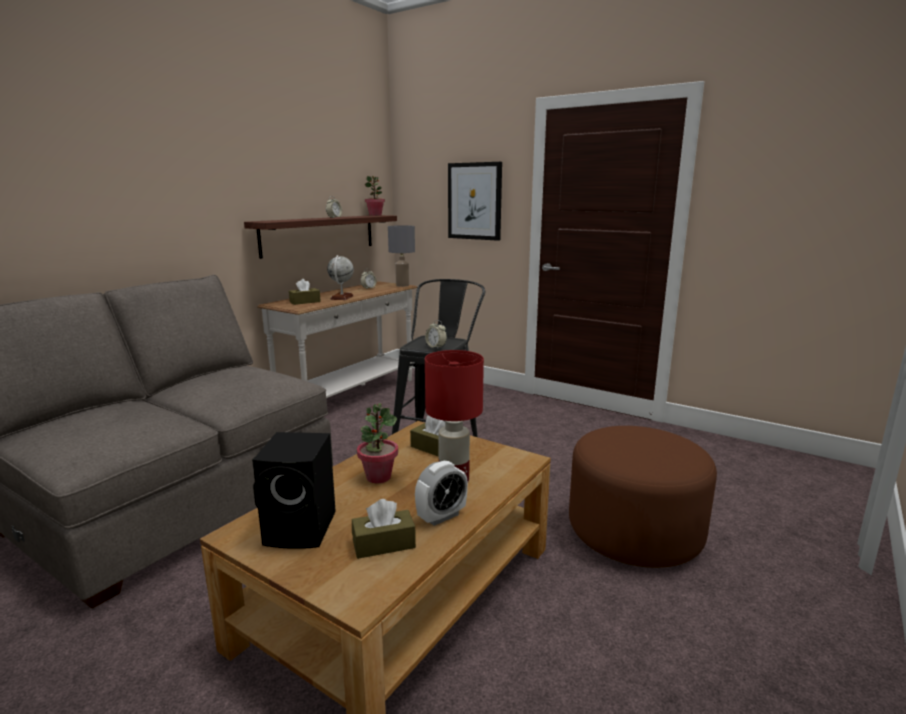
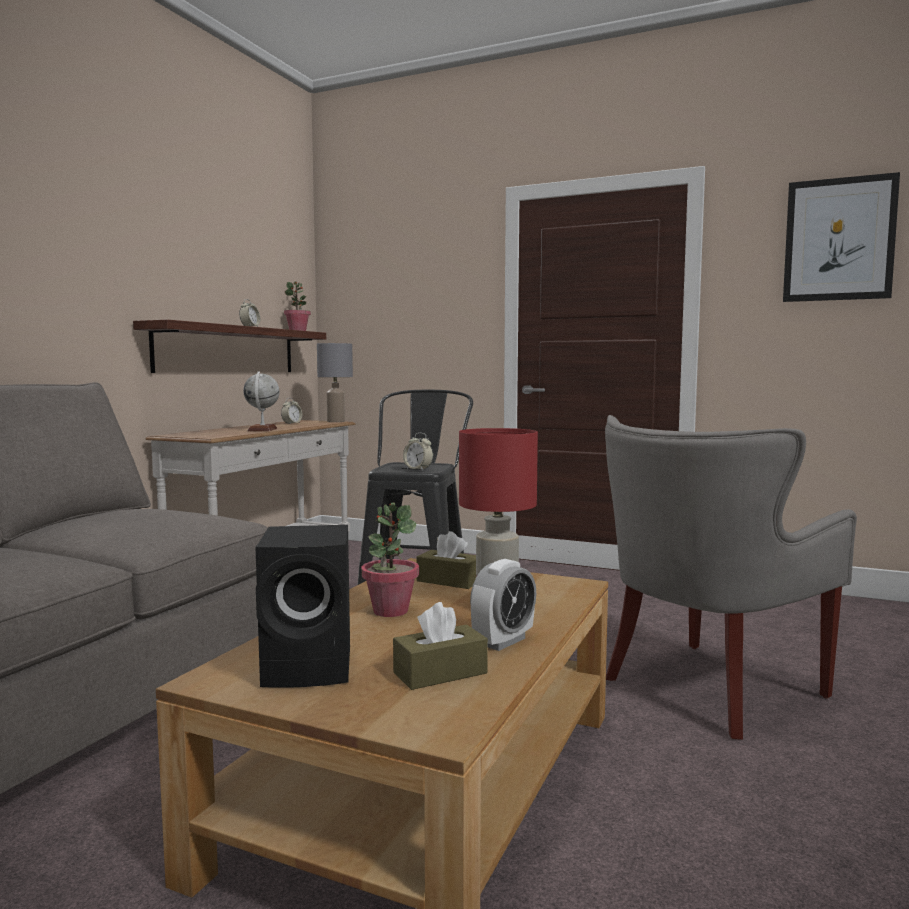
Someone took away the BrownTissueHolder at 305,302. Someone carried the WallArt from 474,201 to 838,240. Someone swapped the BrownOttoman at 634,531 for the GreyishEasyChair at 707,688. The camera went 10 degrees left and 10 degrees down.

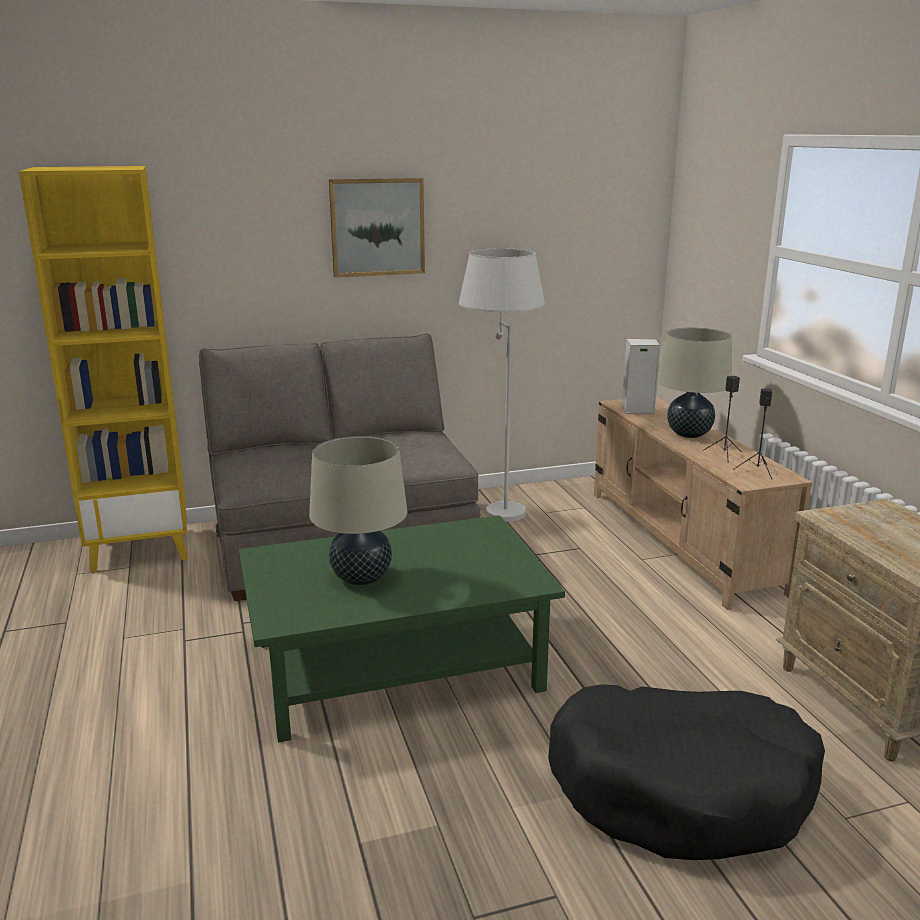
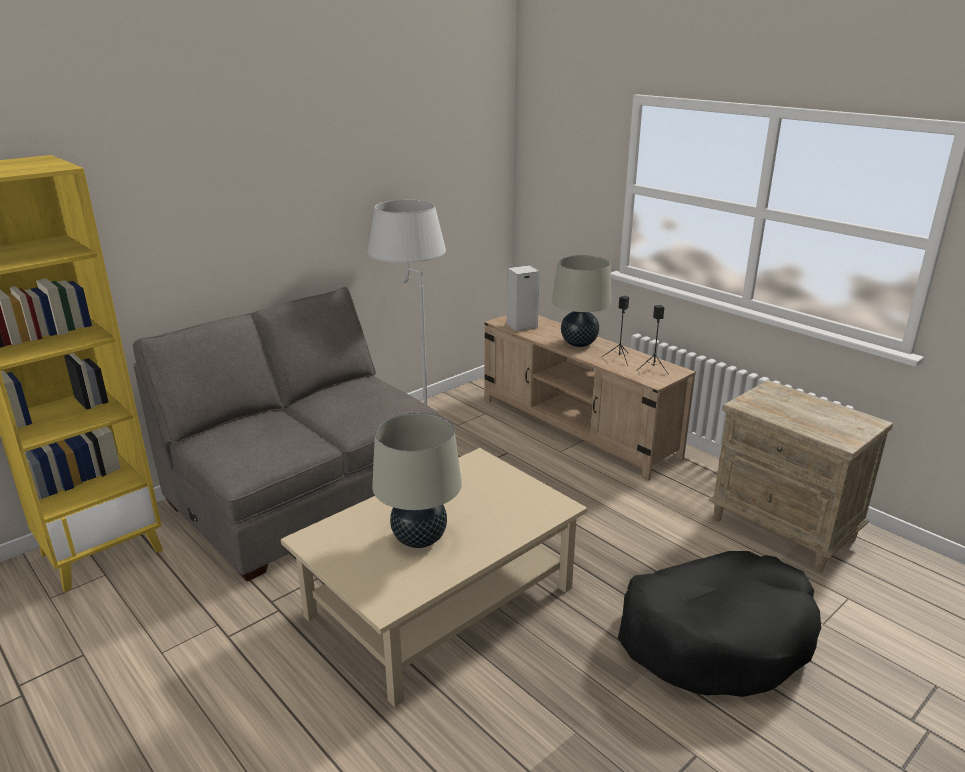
Someone repainted the GreenColouredLoungeTable at 396,664, which became the SandColouredLoungeTable at 440,601. Someone took away the WallArt at 377,227. The camera went 25 degrees left and 5 degrees up.

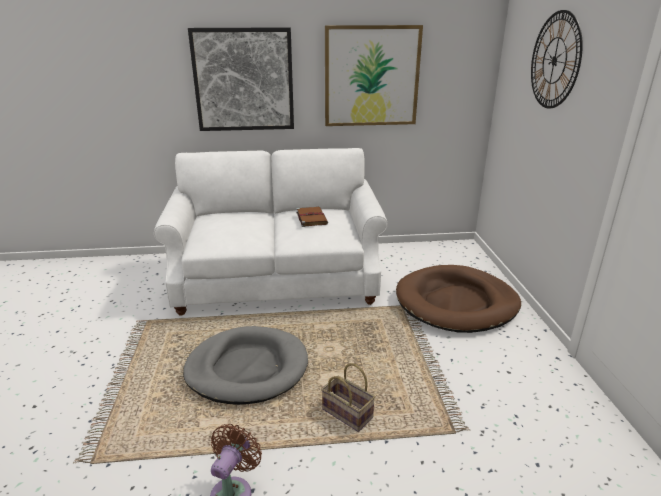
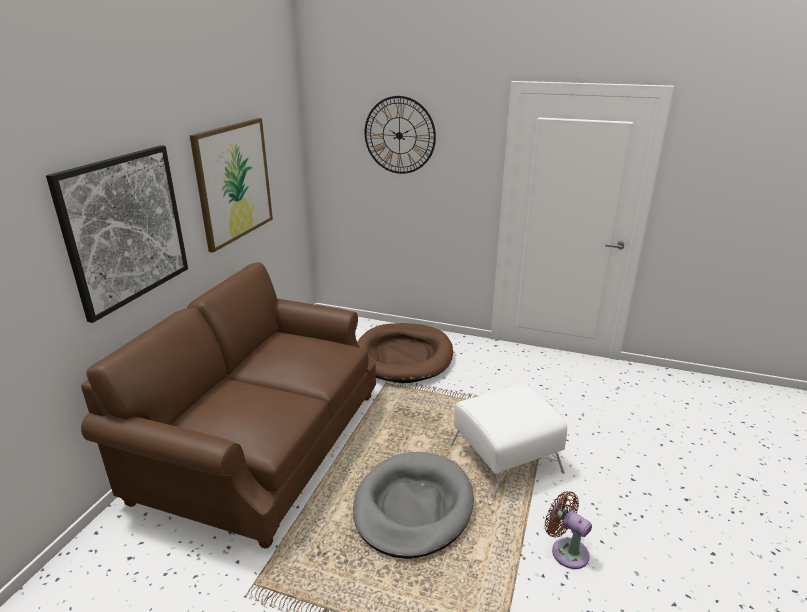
Someone repainted the WhitishCouch at 277,277, which became the BrownCouch at 263,443. Someone took away the BrownBook at 311,218. Someone swapped the HouseholdBasket at 349,413 for the WhitishOttoman at 506,459. The camera went 65 degrees left and 0 degrees up.

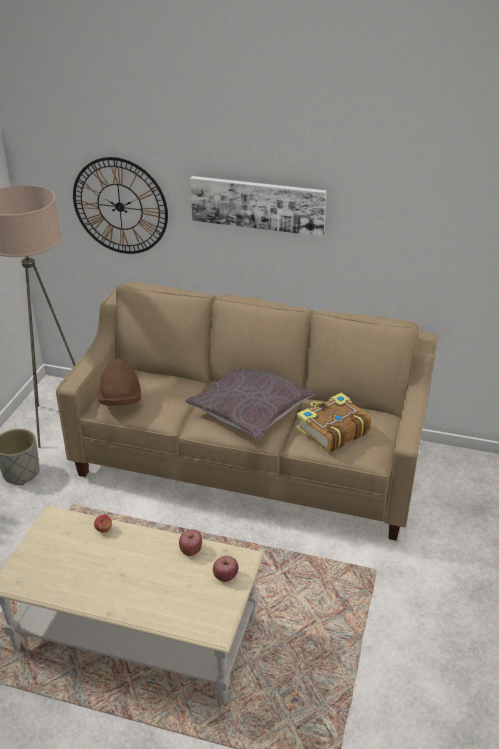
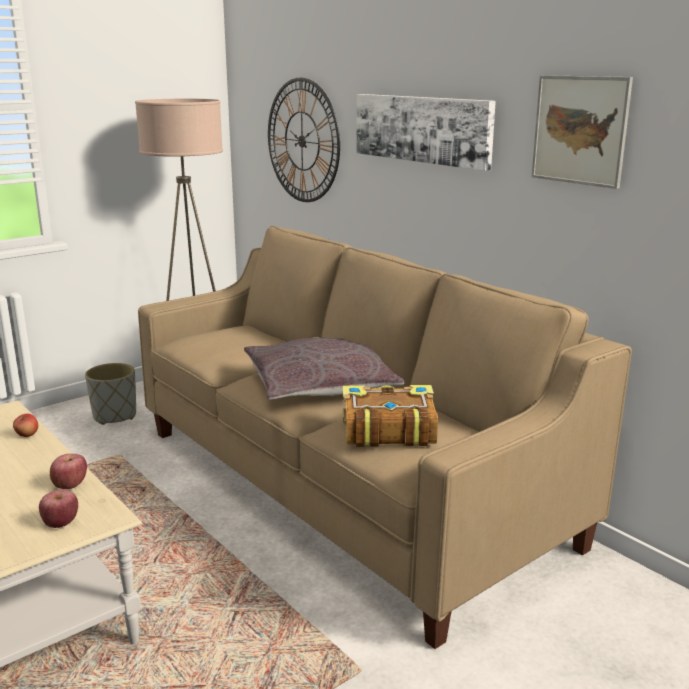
Someone took away the BrownClothingHat at 121,401. Someone put up the WallArt at 580,130. The camera went 35 degrees right and 15 degrees down.

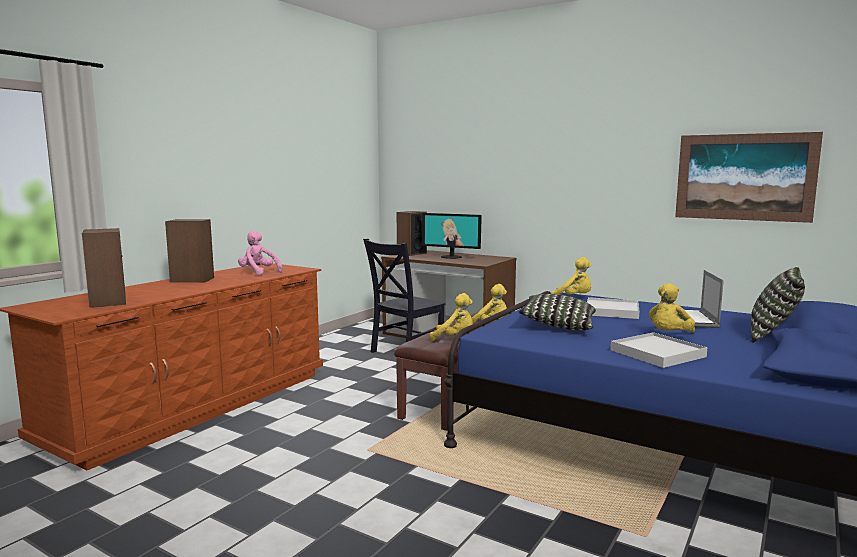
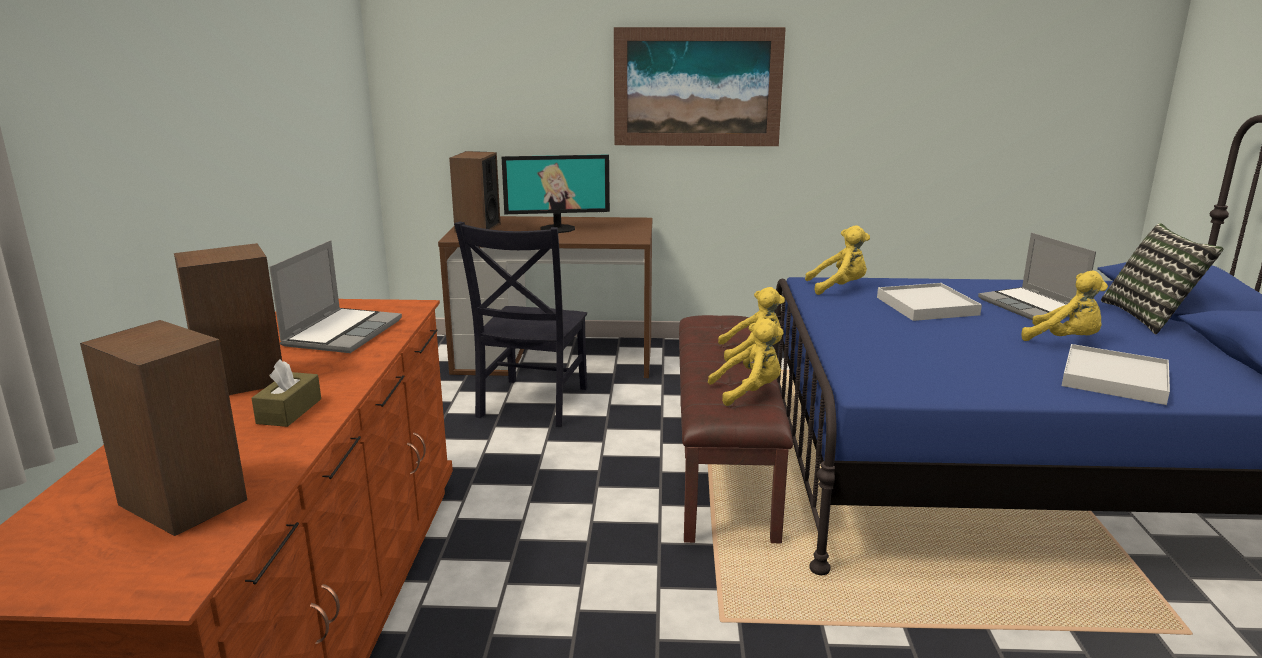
Someone swapped the PinkCuddlyToy at 258,272 for the NotebookComputer at 342,332. Someone took away the Pillow at 558,326. Someone rotated the YellowColouredCuddlyToy at 669,335 by 60 degrees counterclockwise. Someone carried the WallArt from 744,177 to 697,87. Someone put down the BrownTissueHolder at 289,411. The camera went 30 degrees left and 10 degrees up.

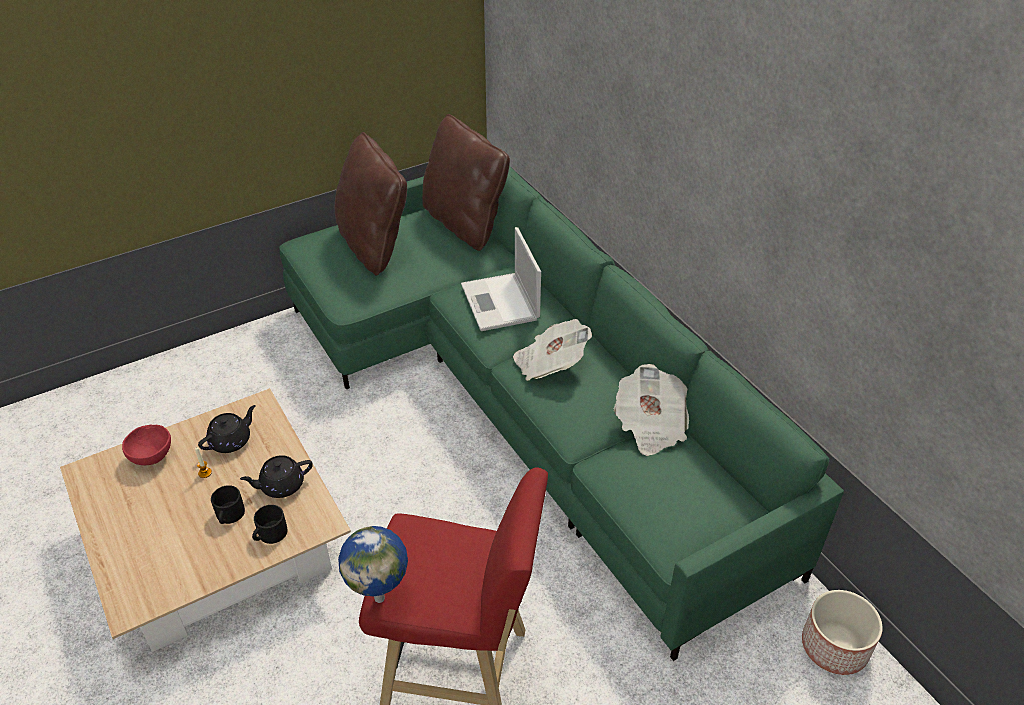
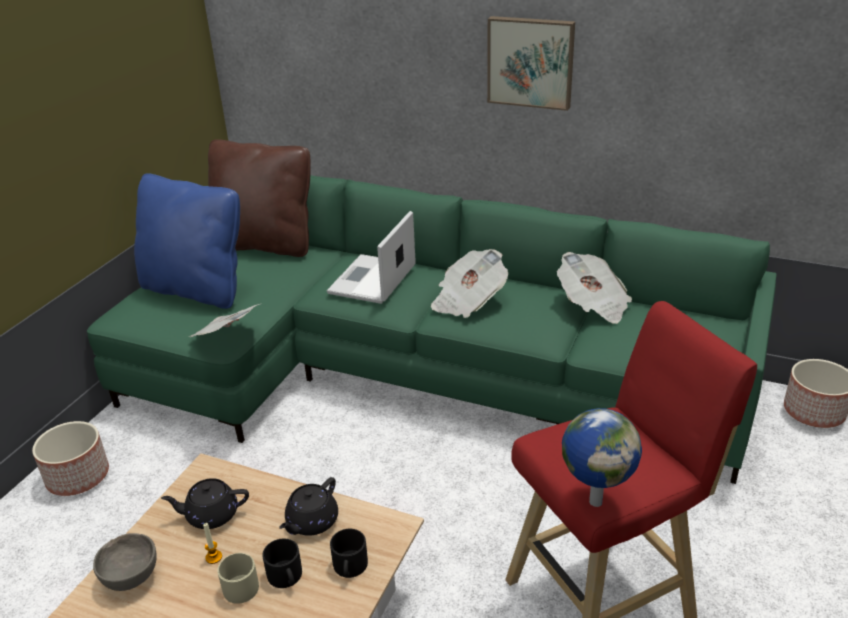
Someone repainted the RedColouredServingBowl at 153,456, which became the GreyishServingBowl at 132,577. Someone rotated the BlackishTeaPot at 231,441 by 105 degrees counterclockwise. Someone repainted the BrownPillow at 374,245, which became the BluishPillow at 197,289. Someone rotated the NotebookComputer at 500,303 by 75 degrees clockwise. Someone put down the PlantPot at 77,476. Someone put down the DailyPaper at 228,337. Someone put down the SandColouredTeaMug at 239,585. Someone put up the WallArt at 531,62. The camera went 35 degrees left and 10 degrees down.

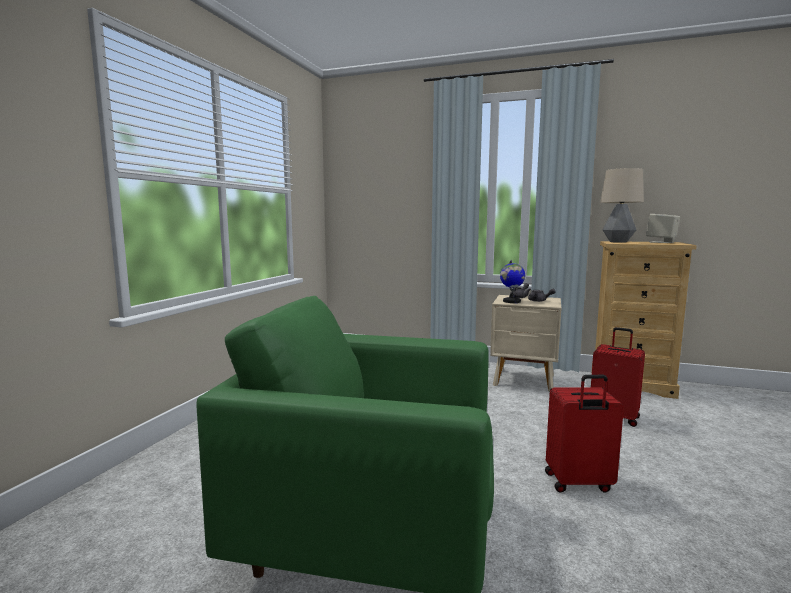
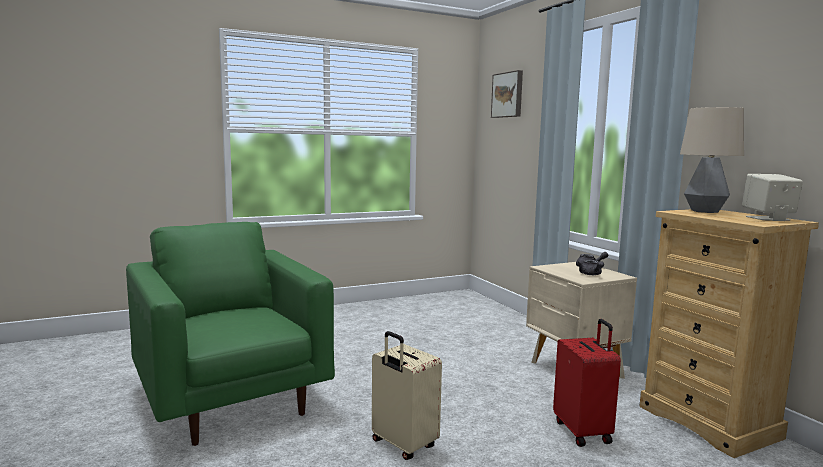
Someone took away the WorldGlobe at 511,301. Someone repainted the RedColouredPieceOfLuggage at 578,483, which became the SandColouredPieceOfLuggage at 403,445. Someone put up the WallArt at 508,95. The camera went 45 degrees right and 0 degrees up.

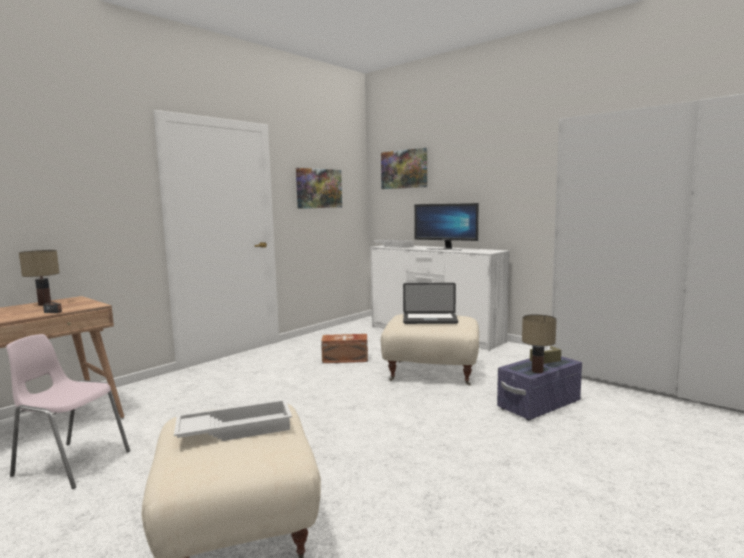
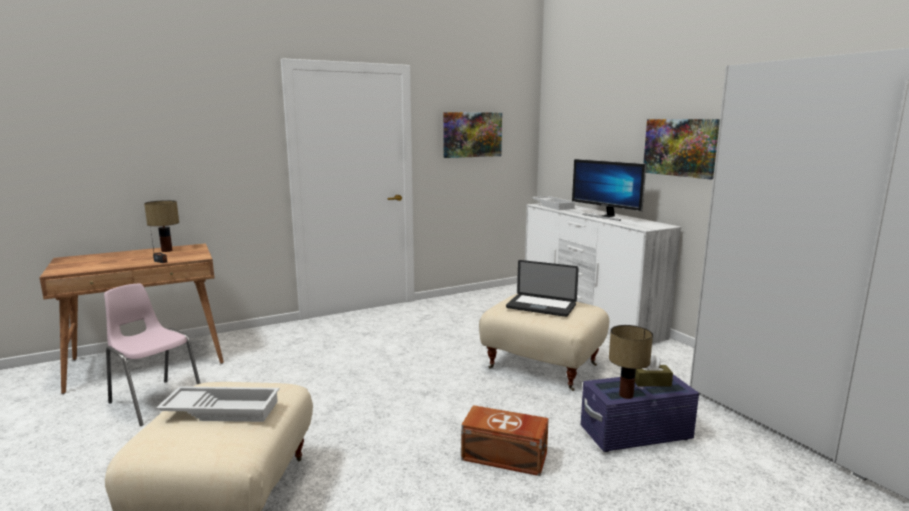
Someone carried the BrownStorageContainer from 346,359 to 505,457. Someone carried the WallArt from 404,169 to 680,147. The camera went 20 degrees right and 5 degrees up.

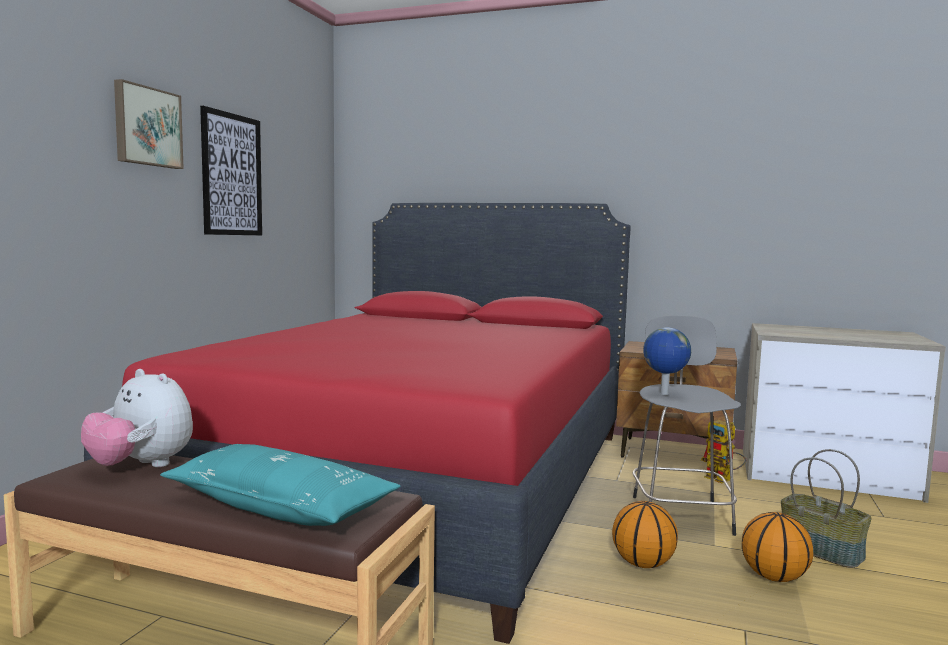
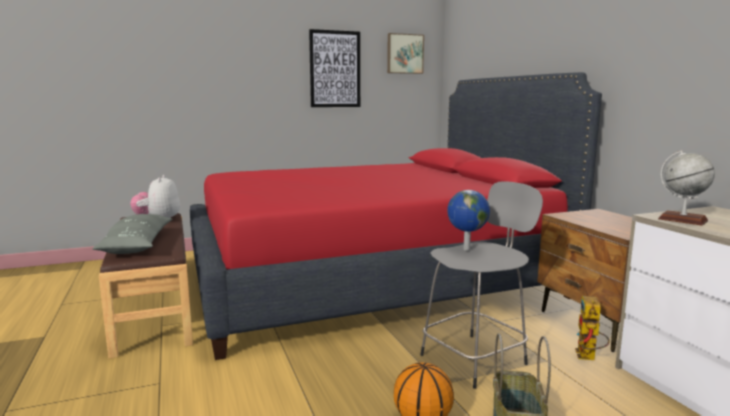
Someone carried the WallArt from 147,127 to 404,54. Someone repainted the TurquoisePillow at 280,506, which became the GreyishPillow at 137,245. Someone took away the BallForBasketball at 642,564. Someone put down the WorldGlobe at 682,220. The camera went 50 degrees right and 5 degrees up.

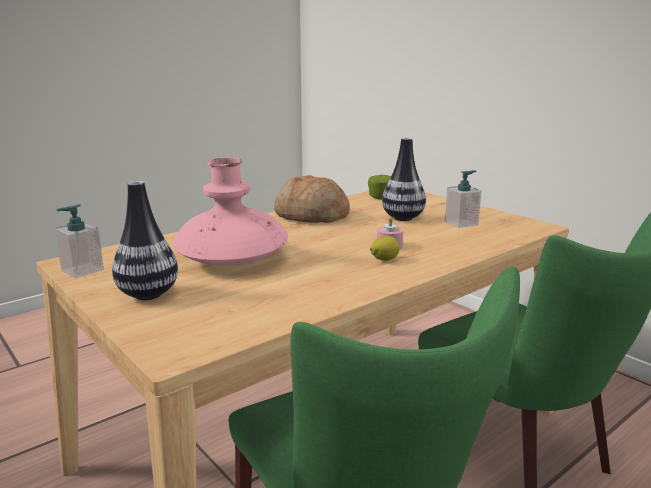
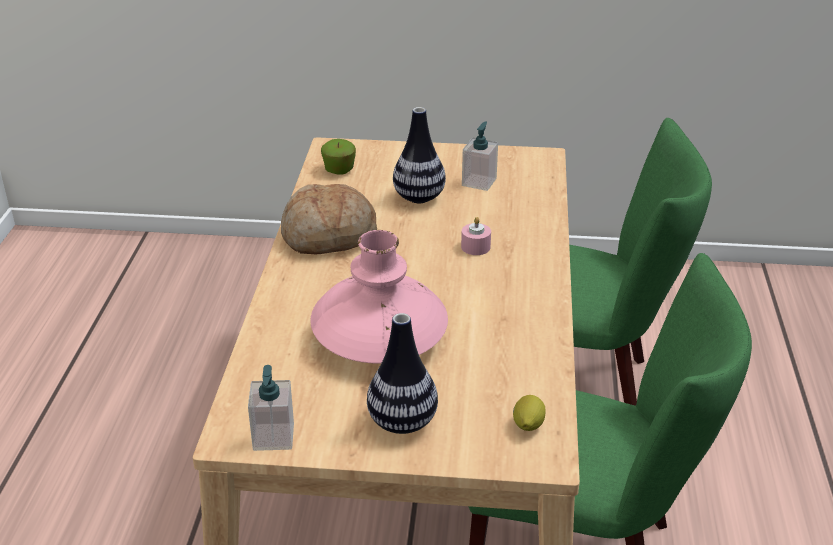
Someone carried the CitrusFruit from 384,260 to 527,425. The camera went 45 degrees left and 15 degrees up.

